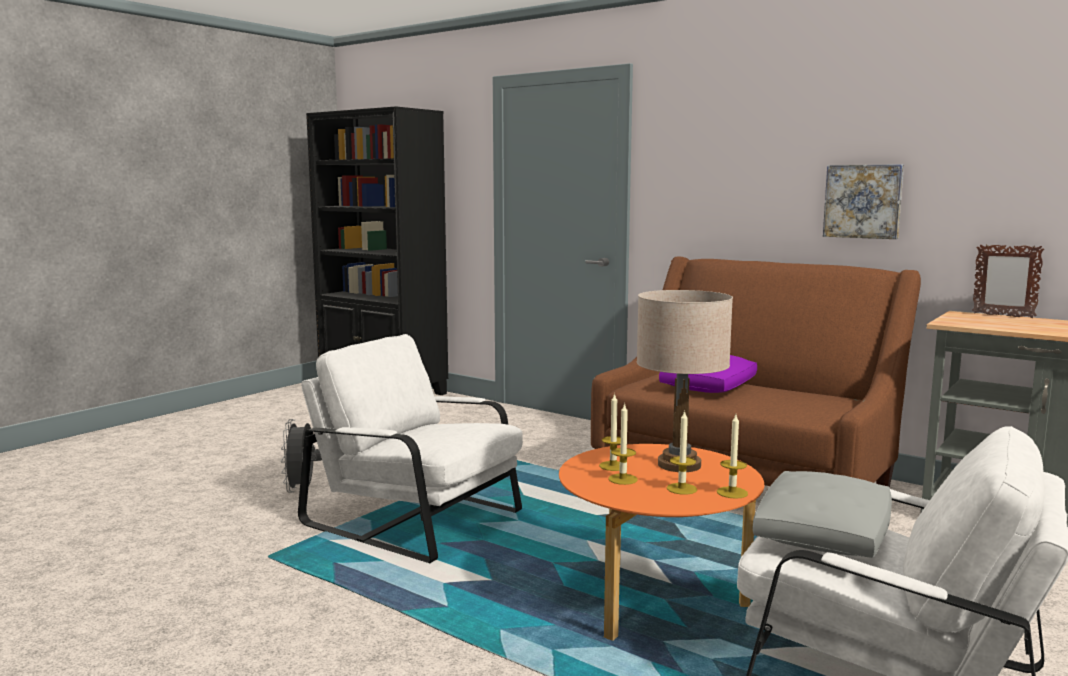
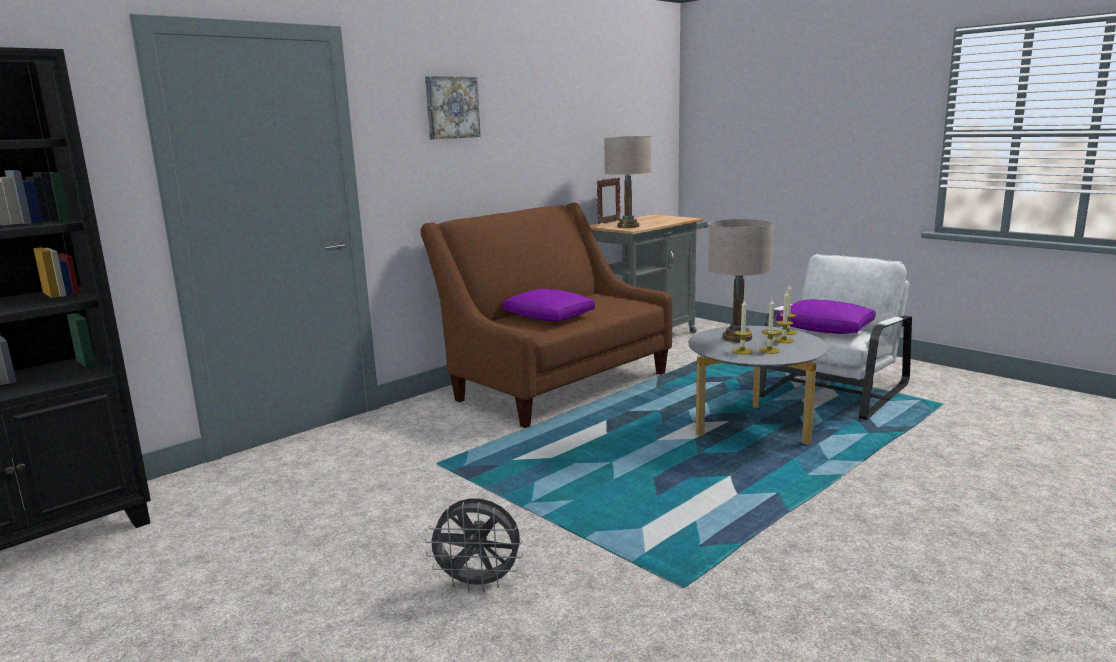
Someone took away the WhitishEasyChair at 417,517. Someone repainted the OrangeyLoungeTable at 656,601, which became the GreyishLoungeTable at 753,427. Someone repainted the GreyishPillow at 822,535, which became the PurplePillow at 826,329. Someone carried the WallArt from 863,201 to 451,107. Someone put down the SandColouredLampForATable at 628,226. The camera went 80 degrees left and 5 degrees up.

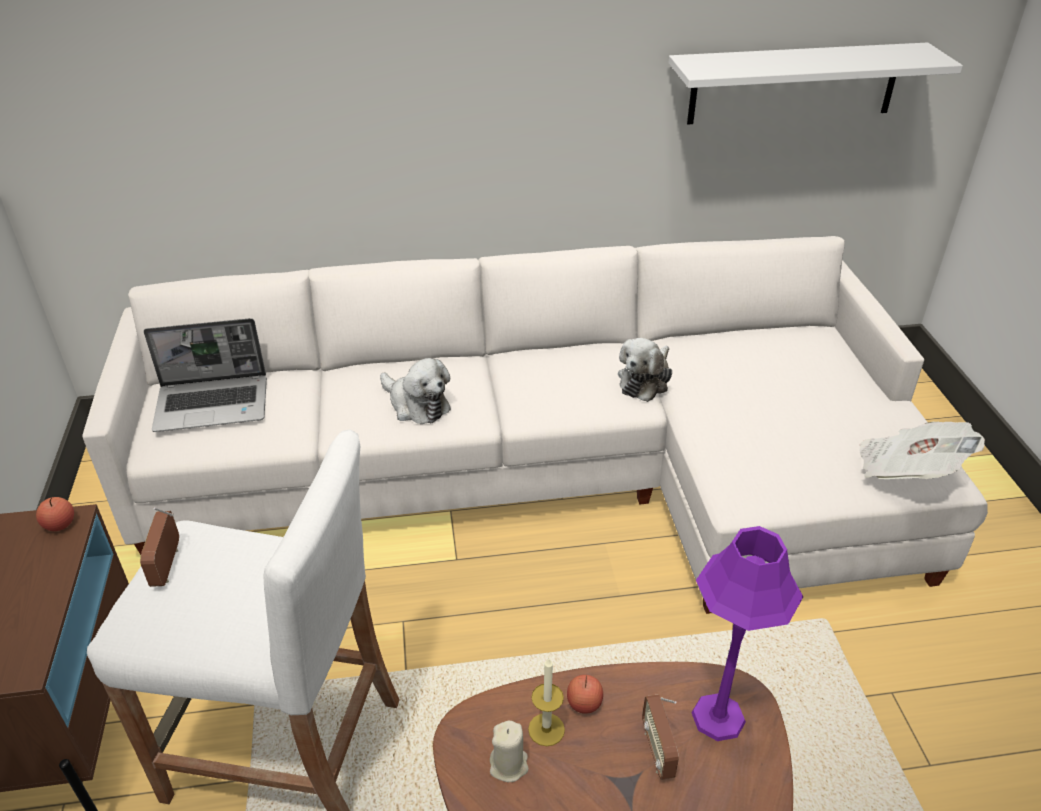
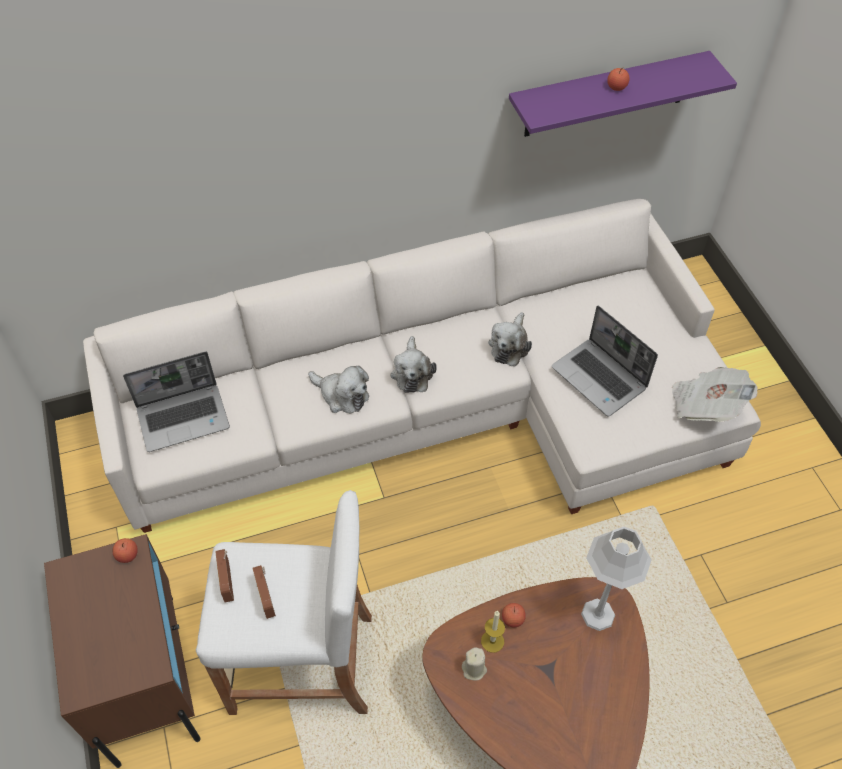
Someone carried the RadioSet from 658,751 to 267,599. Someone repainted the WhitishWallShelf at 794,83, which became the PurpleWallShelf at 607,95. Someone repainted the PurpleLampForATable at 718,717, which became the GreyishLampForATable at 598,614. Someone put down the CuddlyToy at 412,372. Someone put down the NotebookComputer at 600,378. Someone put down the WholeApple at 616,87. The camera went 10 degrees left and 15 degrees up.

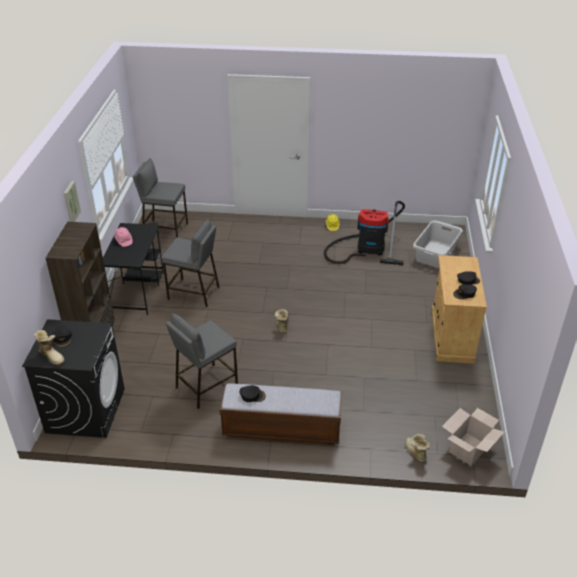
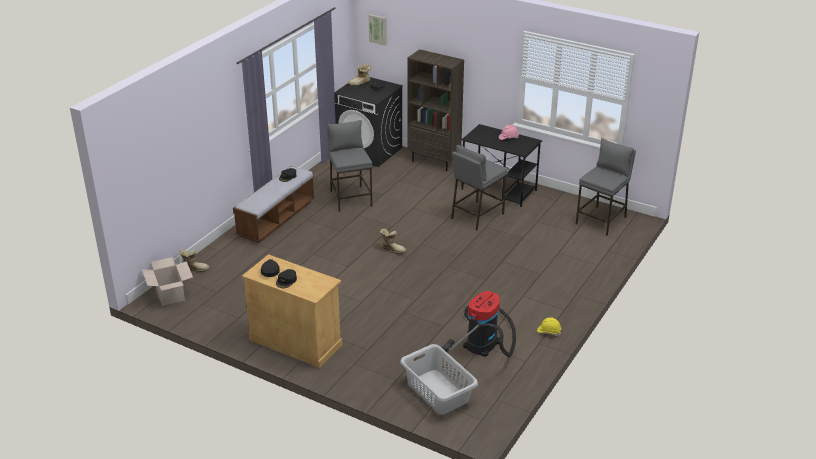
Someone carried the WallArt from 70,202 to 378,29. The camera went 115 degrees right and 5 degrees down.

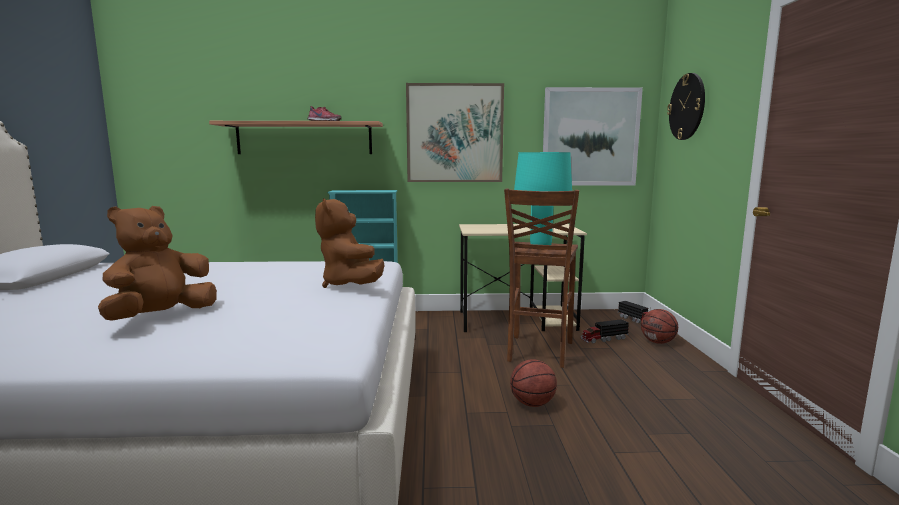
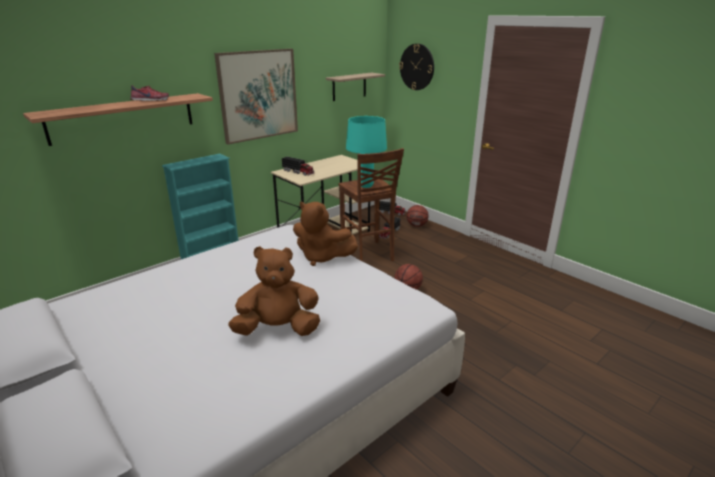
Someone rotated the BrownCuddlyToy at 161,316 by 90 degrees clockwise. Someone swapped the WallArt at 590,137 for the WallShelf at 349,86. Someone put down the ModelTruck at 298,172. The camera went 40 degrees left and 15 degrees up.

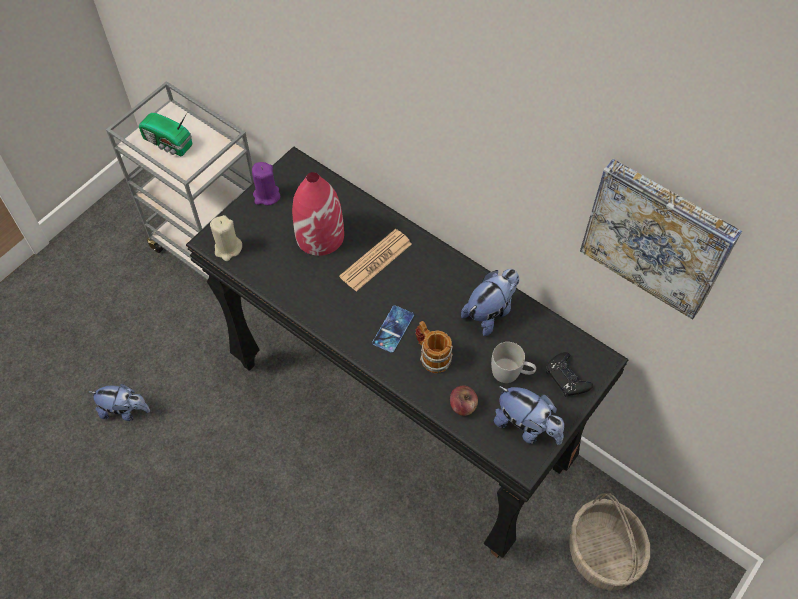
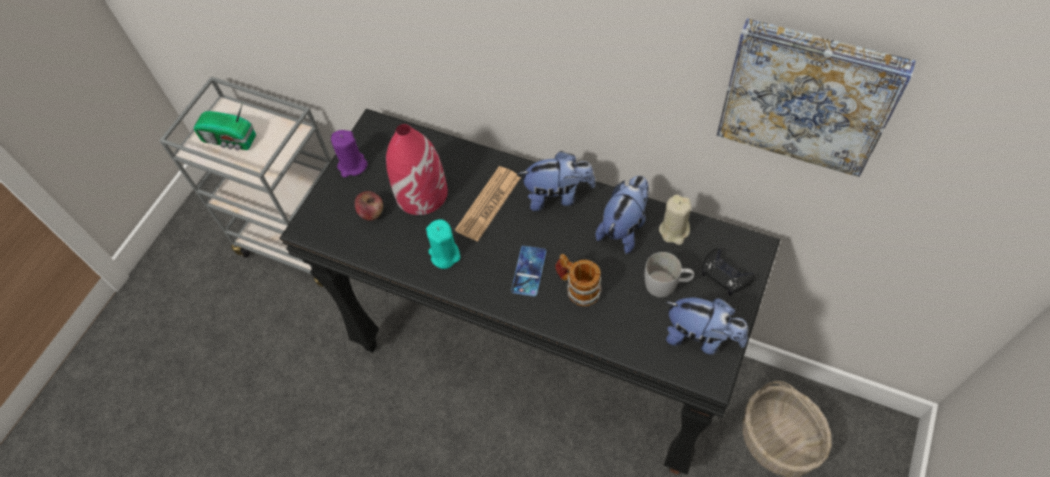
Someone carried the CuddlyToy from 125,410 to 557,196. Someone carried the SandColouredWaxLight from 228,249 to 674,231. Someone carried the WholeApple from 463,406 to 371,212. Someone put down the TurquoiseWaxLight at 444,255. The camera went 10 degrees left and 0 degrees up.

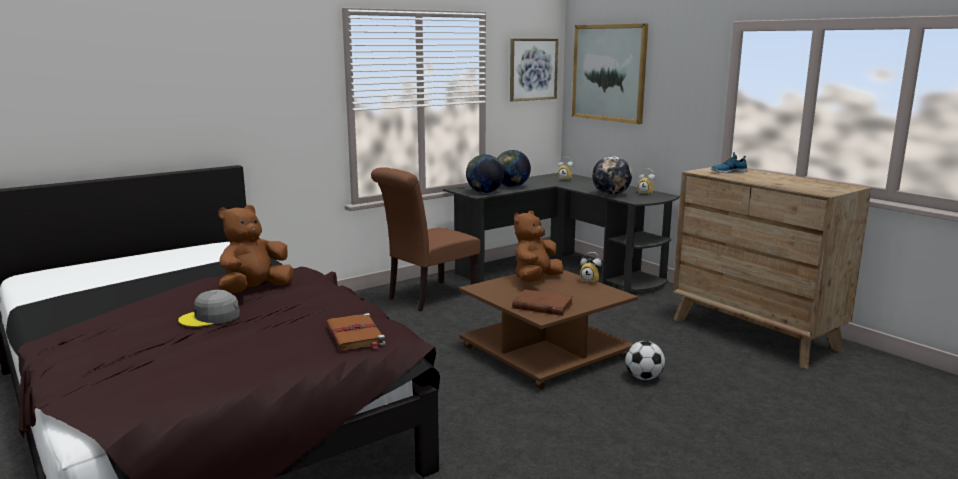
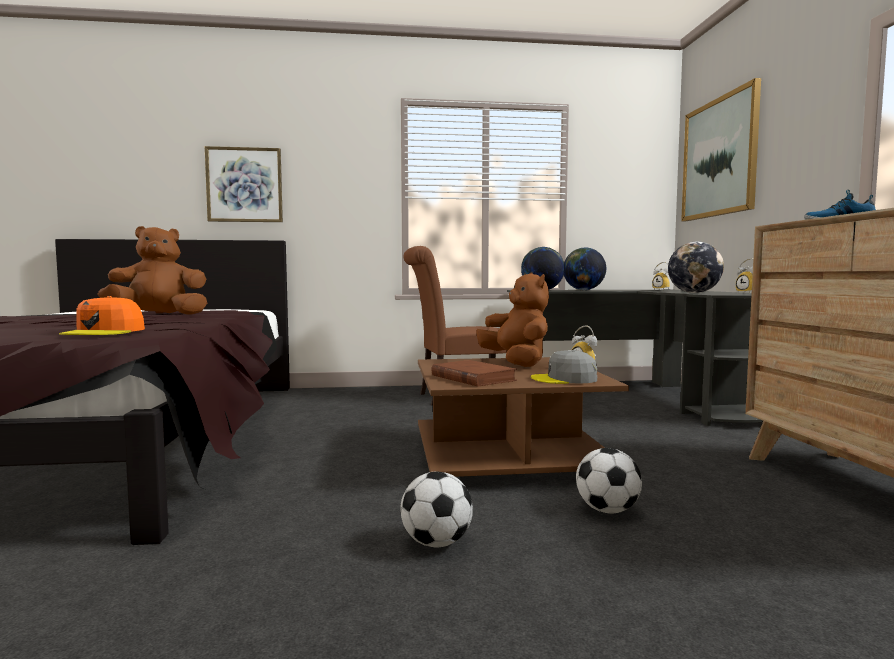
Someone carried the GreyishBaseballCap from 210,317 to 565,379. Someone swapped the BrownBook at 355,335 for the OrangeyBaseballCap at 105,332. Someone carried the WallArt from 533,69 to 244,185. Someone rotated the BrownCuddlyToy at 536,280 by 90 degrees clockwise. Someone put down the BallForFootball at 436,543. The camera went 30 degrees right and 10 degrees down.

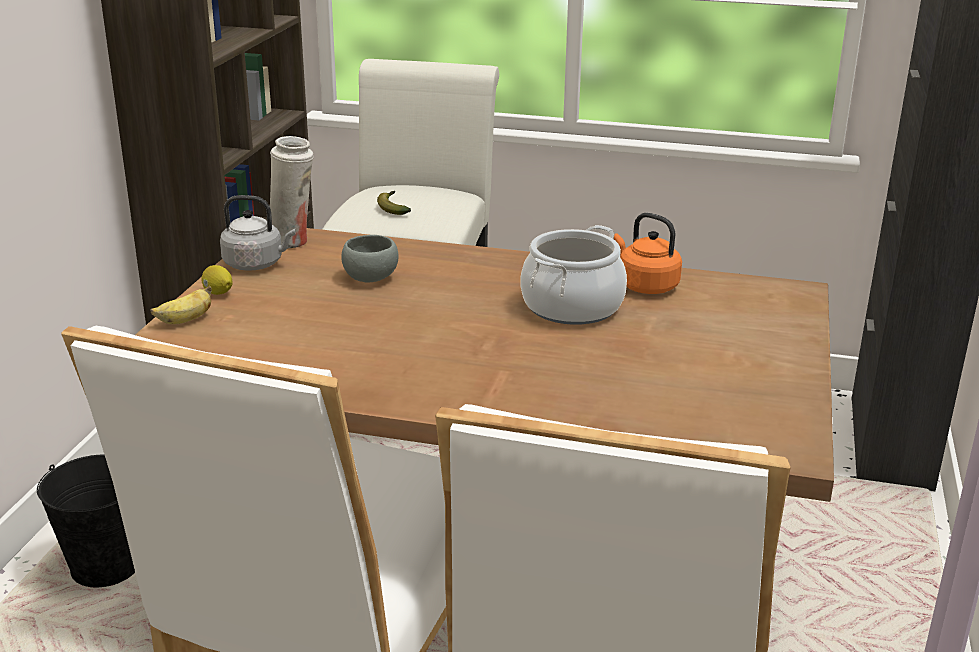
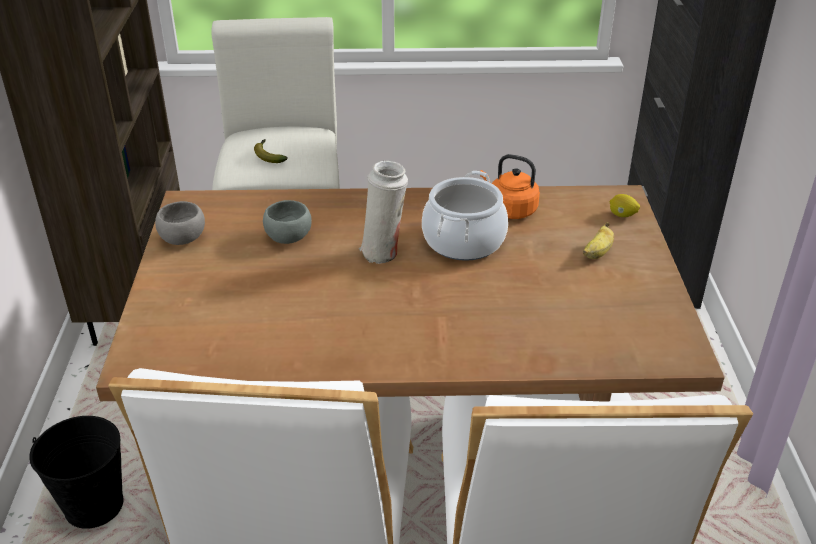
Someone carried the WholeBanana from 185,320 to 597,253. Someone carried the CitrusFruit from 218,293 to 622,215. Someone swapped the GreyishWaterKettle at 256,264 for the GreyishServingBowl at 184,238. Someone carried the WhitishVase from 292,242 to 383,252. The camera went 15 degrees left and 10 degrees up.

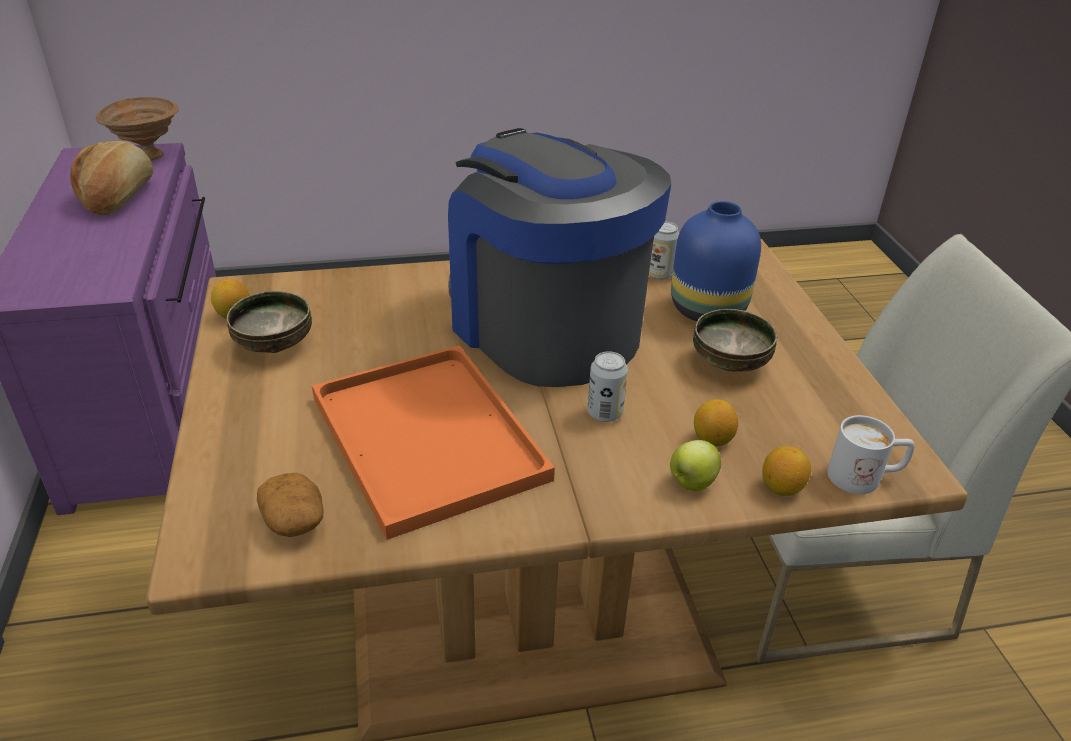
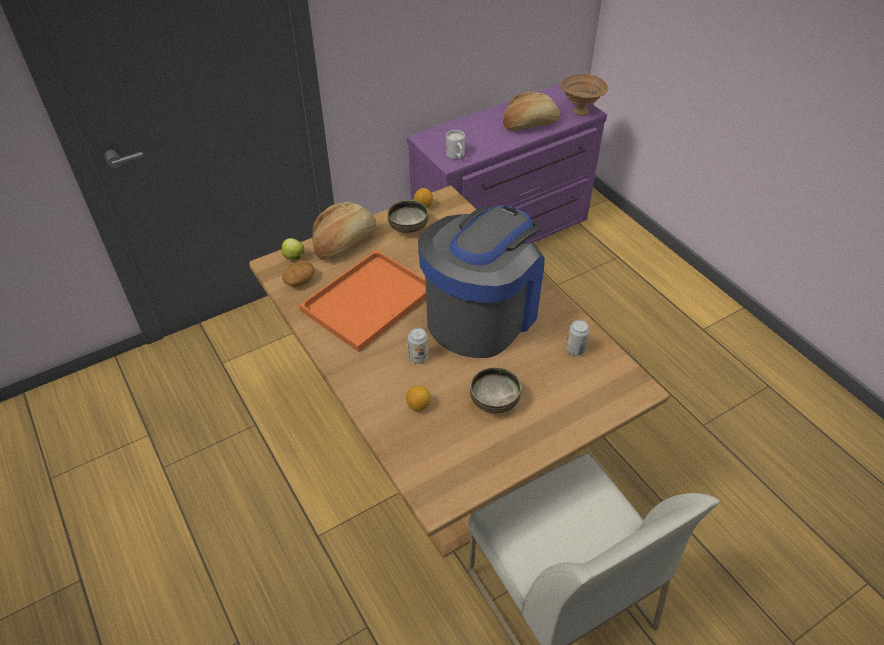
Someone carried the WholeApple from 691,483 to 293,257. Someone took away the BluishVase at 710,310. Someone took away the CitrusFruit at 781,487. Someone carried the WhitishTeaMug from 865,477 to 456,156. Someone put down the Bread at 344,243. The camera went 70 degrees right and 10 degrees up.

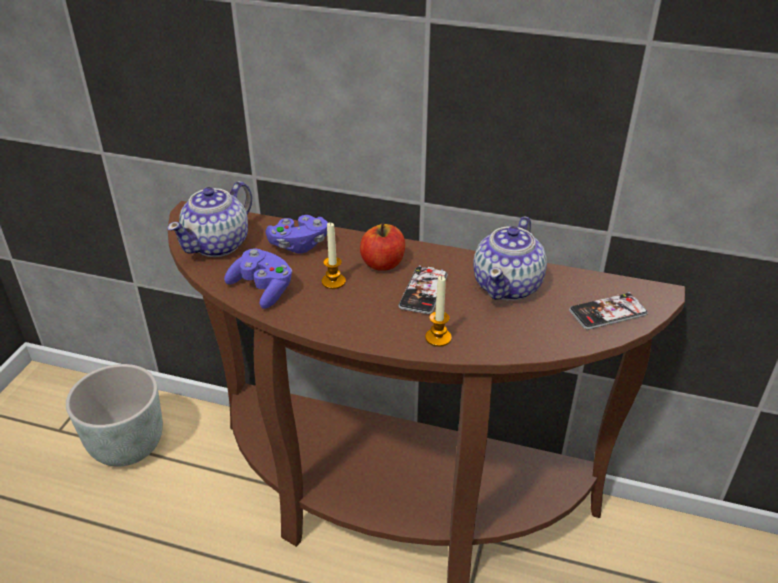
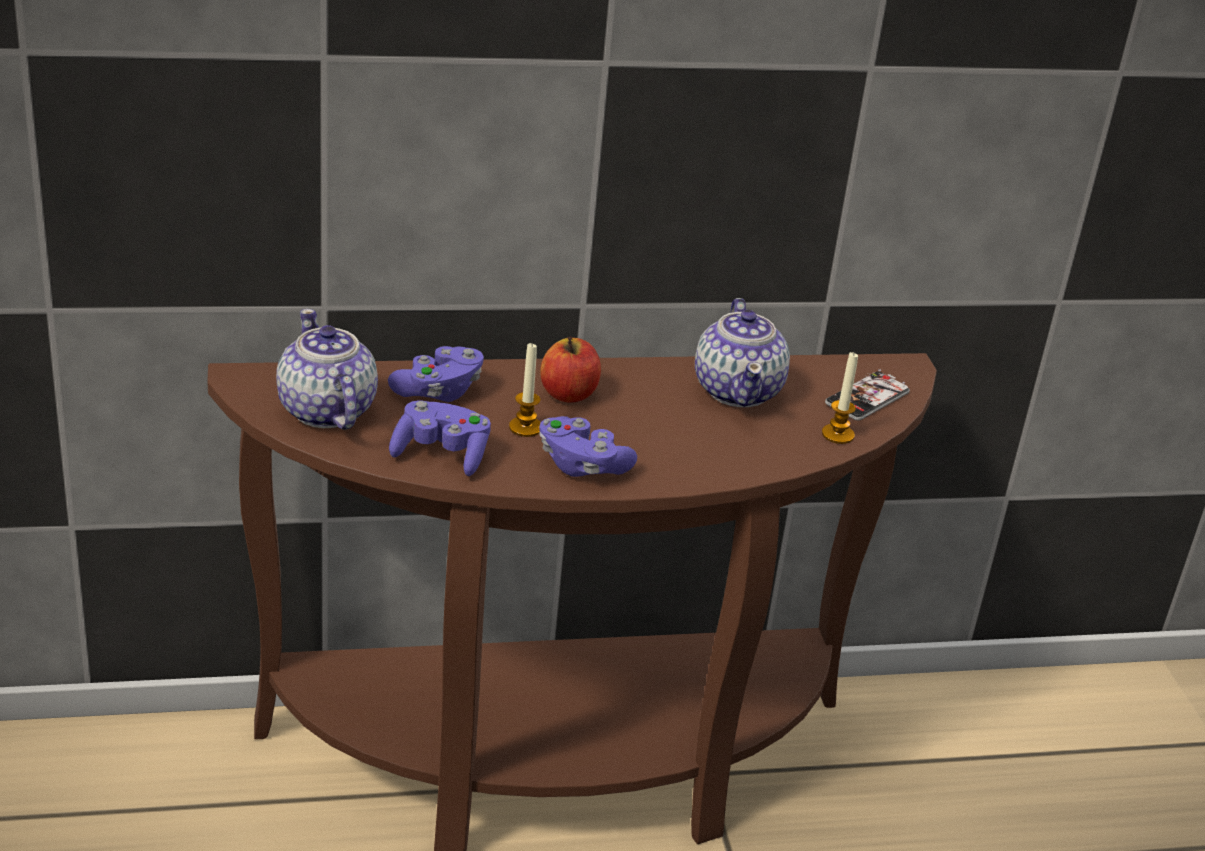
Someone took away the GreyishPlantPot at 126,447. Someone rotated the TeaPot at 218,244 by 150 degrees clockwise. Someone took away the Telephone at 423,291. Someone carried the WaxLight from 438,338 to 837,435. Someone put down the PurpleJoypad at 582,465. The camera went 30 degrees left and 5 degrees down.

